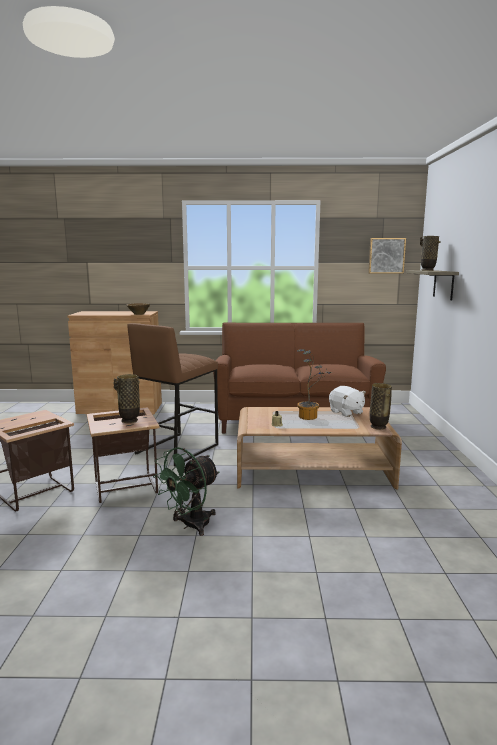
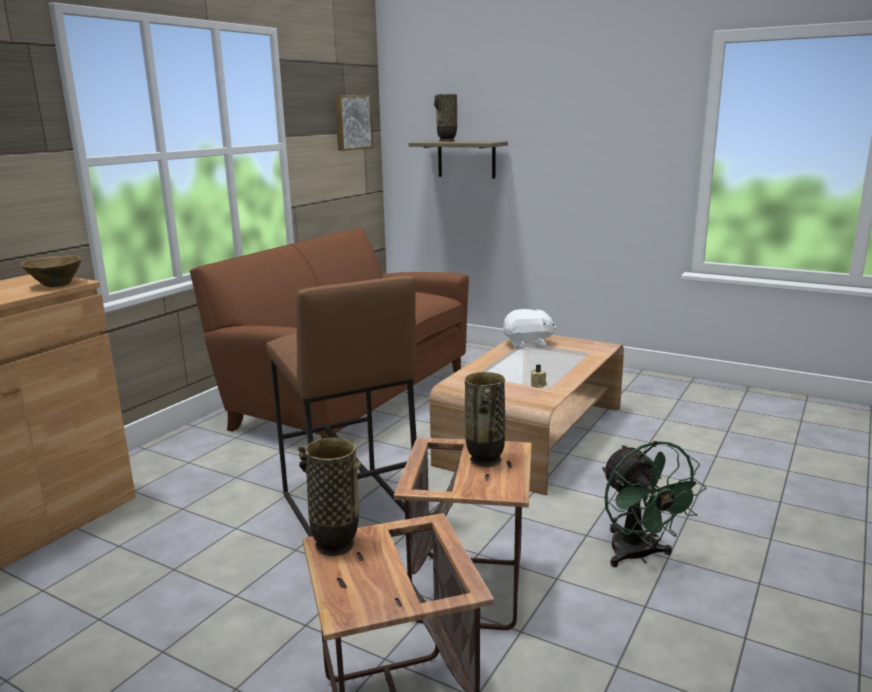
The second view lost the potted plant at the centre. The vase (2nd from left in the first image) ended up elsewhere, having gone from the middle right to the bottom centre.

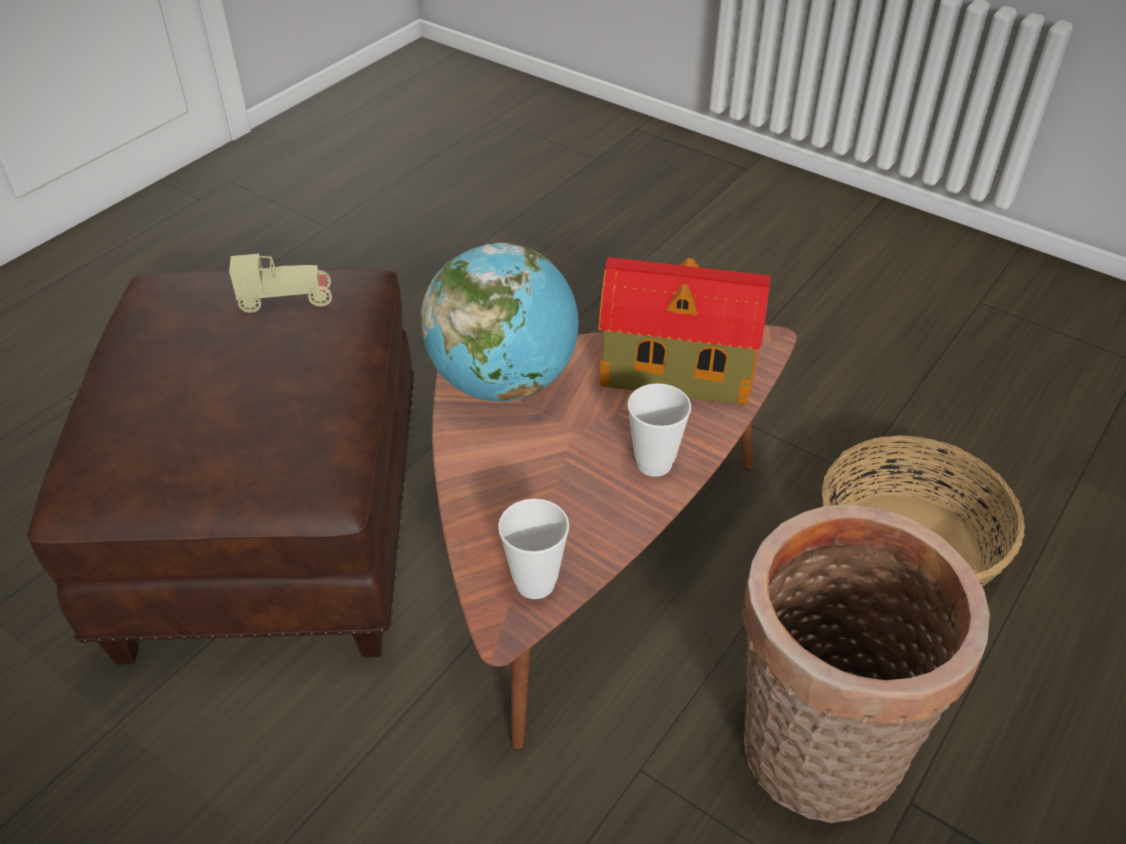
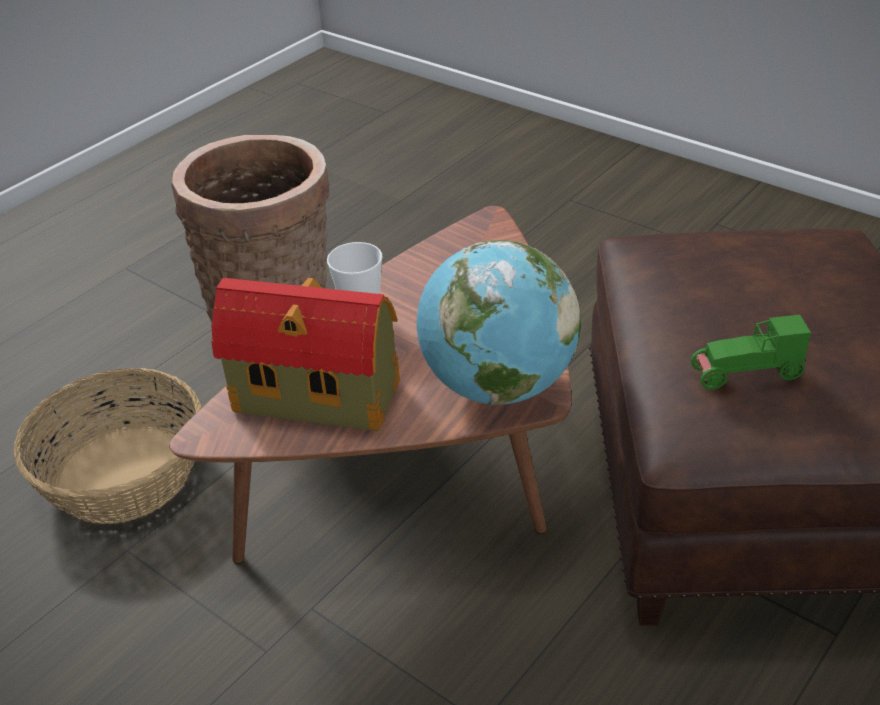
What was the toy car (beige) at the middle left turned into the toy car (green) at the middle right. The second view lost the cup (1st from left) at the centre.

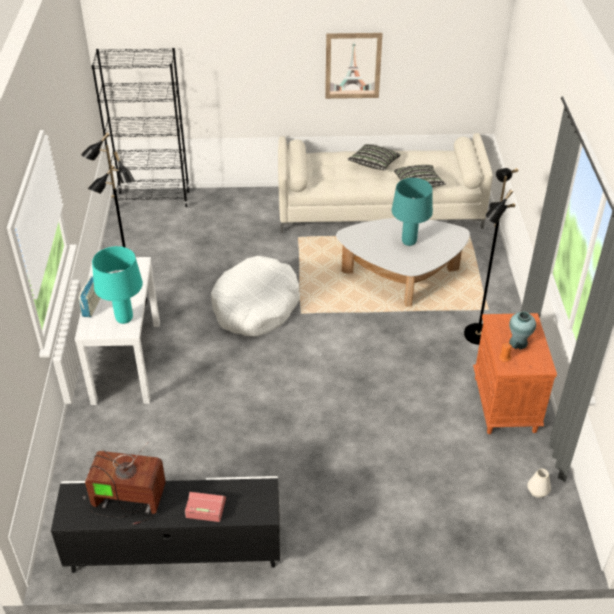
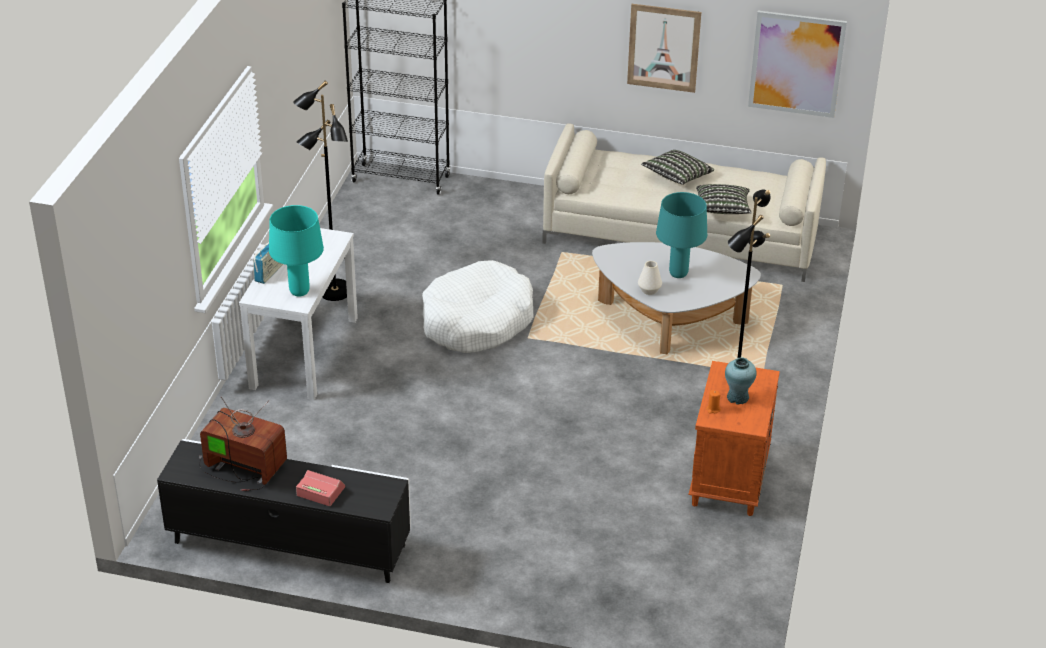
The vase (white) ended up elsewhere, having gone from the bottom right to the centre. The second view gained the picture (2nd from left) at the top right.

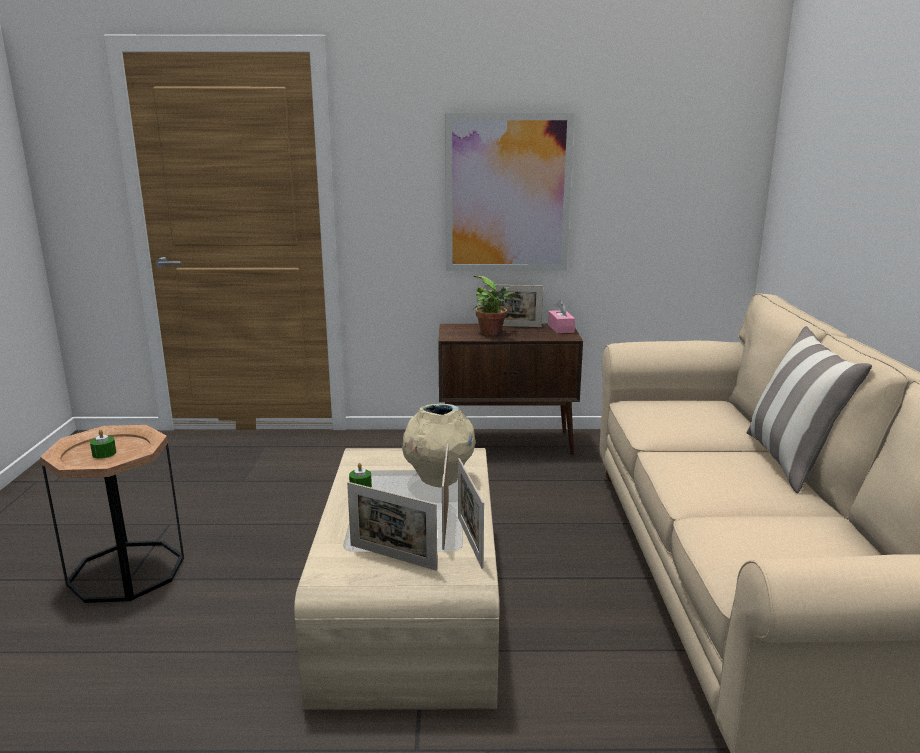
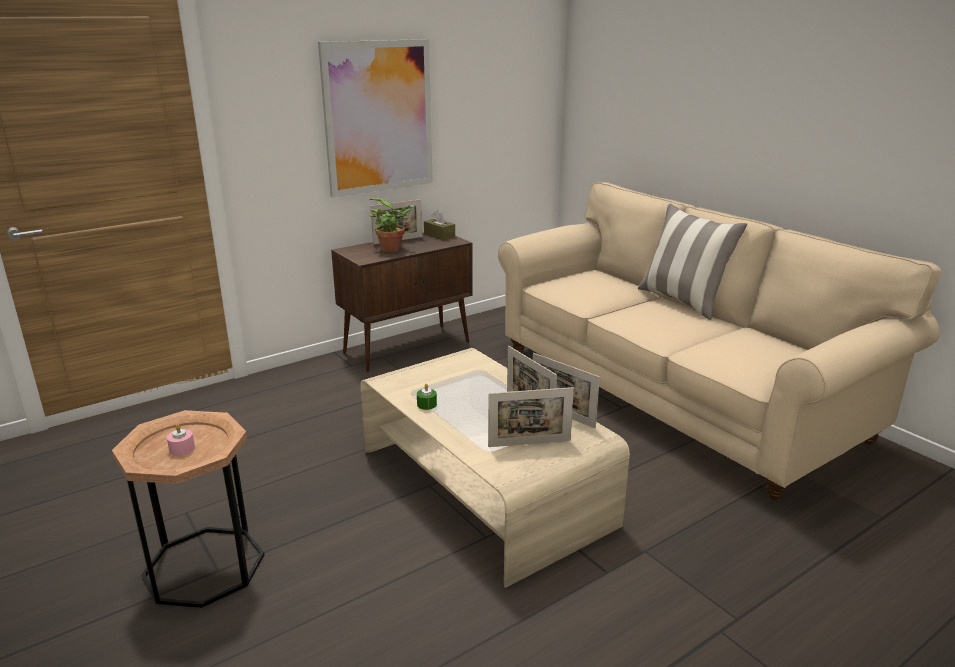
What was the tissue box (pink) at the centre turned into the tissue box (brown) at the centre. The second view lost the vase (beige) at the centre. What was the candle (green) (1st from left) at the middle left turned into the candle (pink) at the middle left.

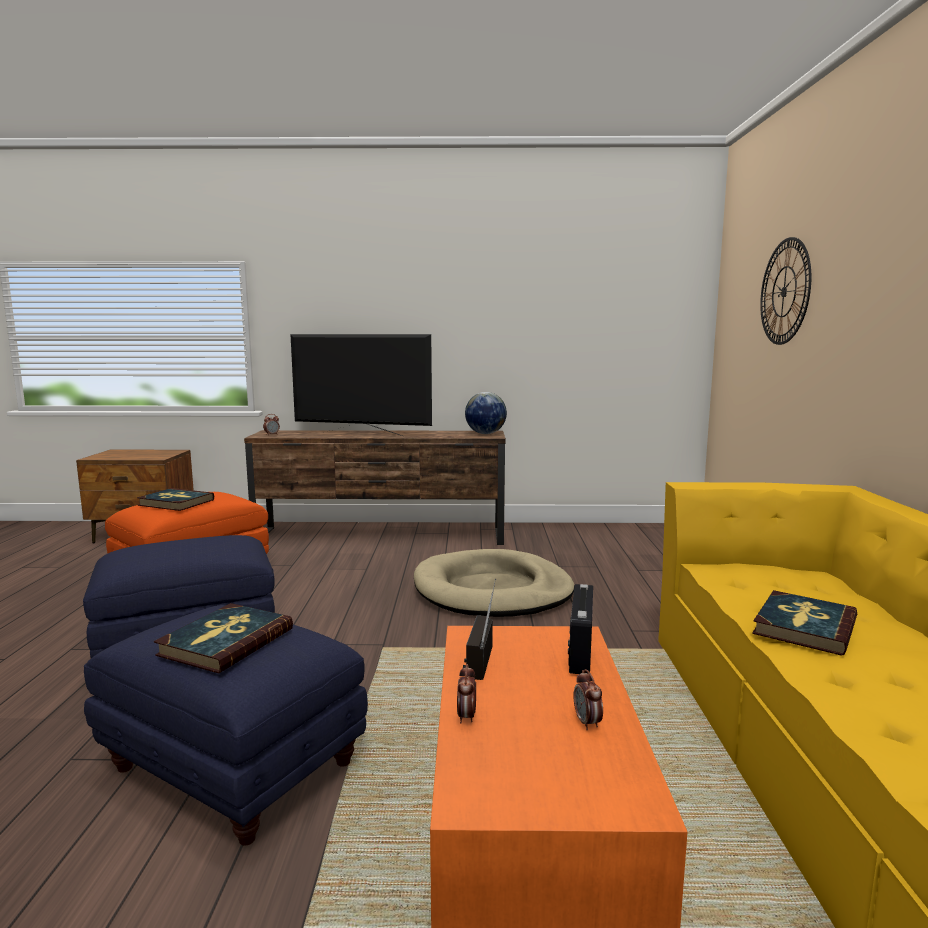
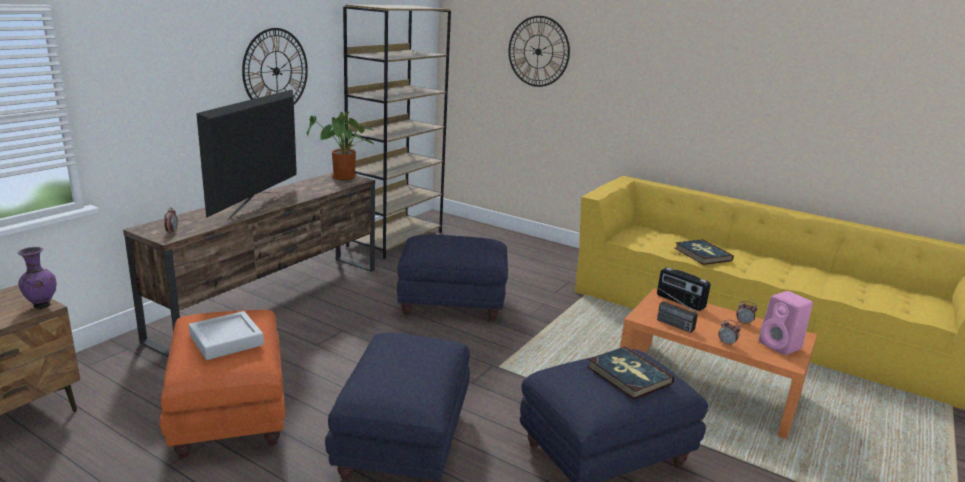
The television at the centre ended up facing another way, 150 degrees clockwise from before. Where the globe stood at the centre, the potted plant came to stand at the top centre. Where the book (1st from left) stood at the middle left, the tray (grey) came to stand at the bottom left. Where the dog bed (beige) stood at the centre, the ottoman (blue) (2nd from left) came to stand at the centre. The second view gained the bookcase (brown) at the top centre. The second view gained the wall clock (1st from left) at the top left. The second view gained the vase (purple) at the middle left. The second view gained the speaker (pink) at the bottom right.

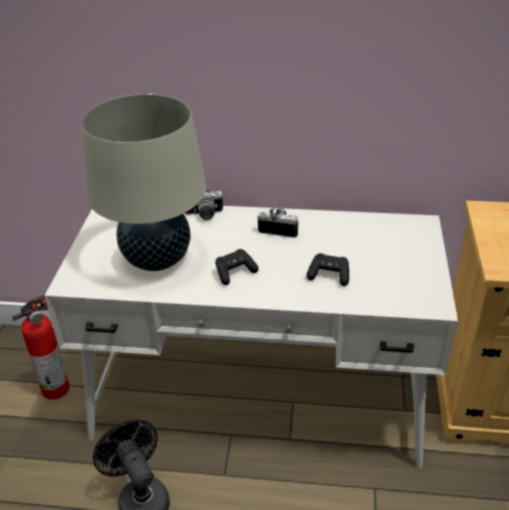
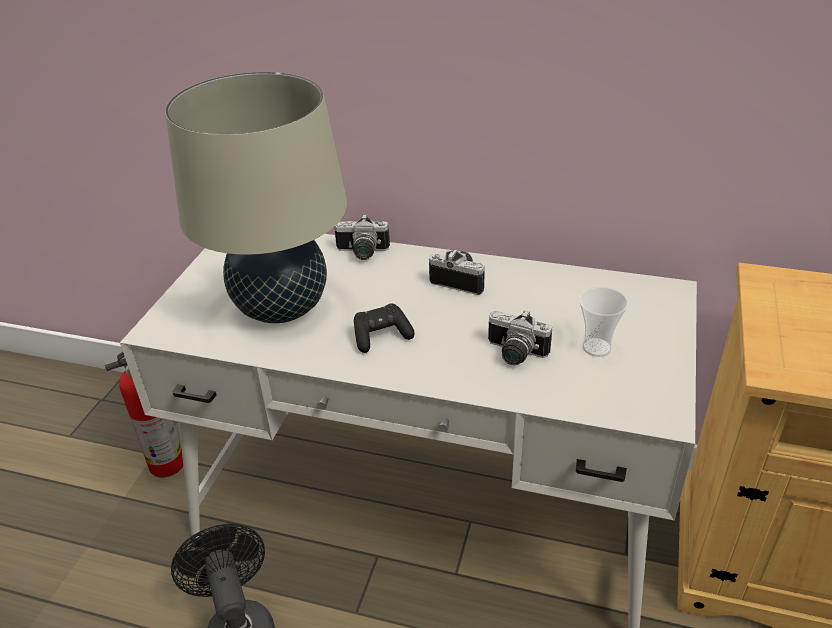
Where the game controller (black) (2nd from left) stood at the centre, the photo camera (3rd from left) came to stand at the centre. The second view gained the cup at the middle right.

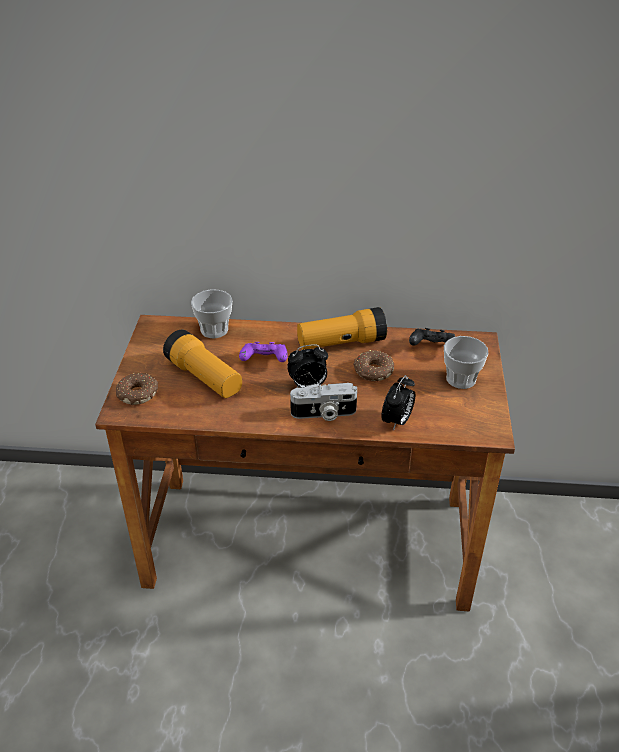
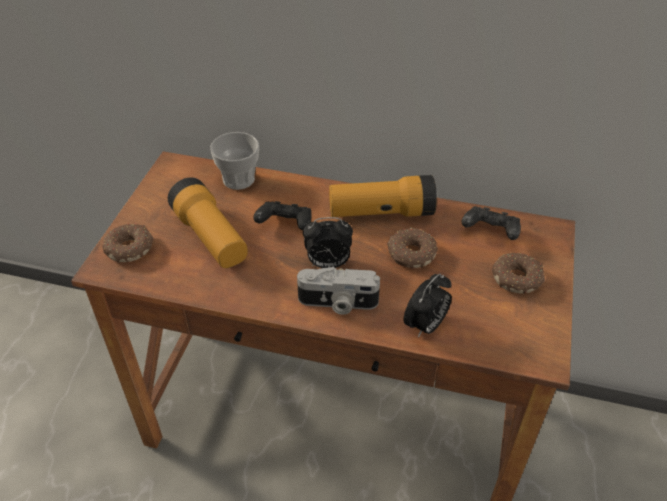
Where the cup (2nd from left) stood at the middle right, the donut (3rd from left) came to stand at the middle right. What was the game controller (purple) at the centre turned into the game controller (black) (1st from left) at the centre.

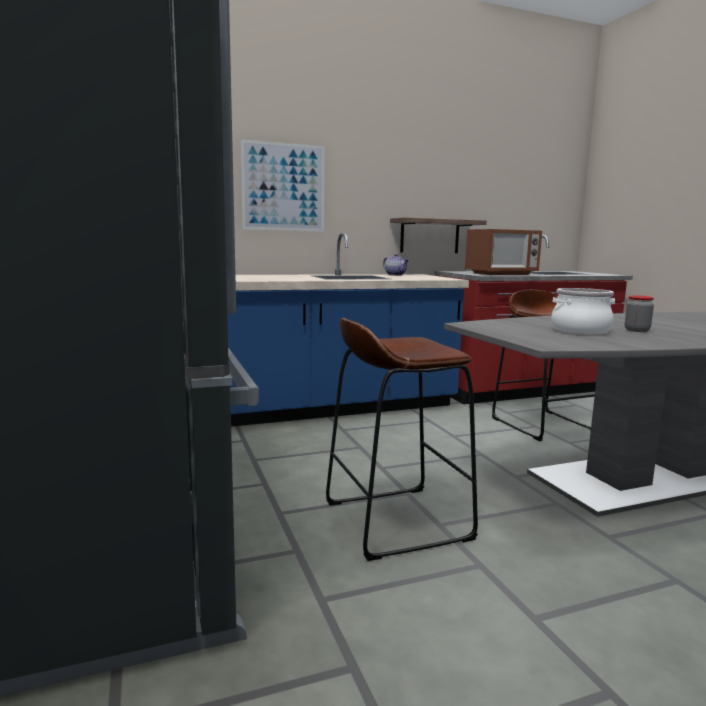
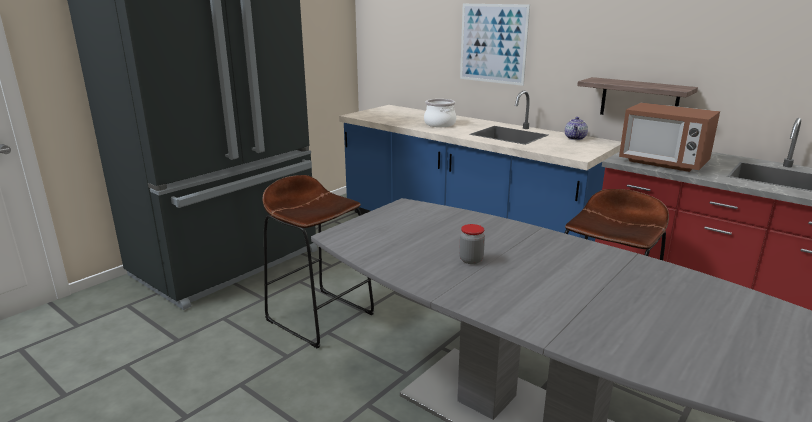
The cooking pot ended up elsewhere, having gone from the middle right to the top centre.

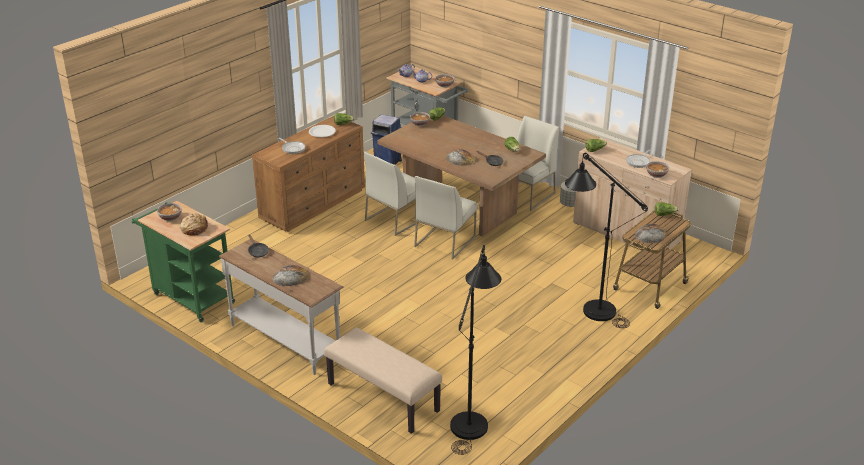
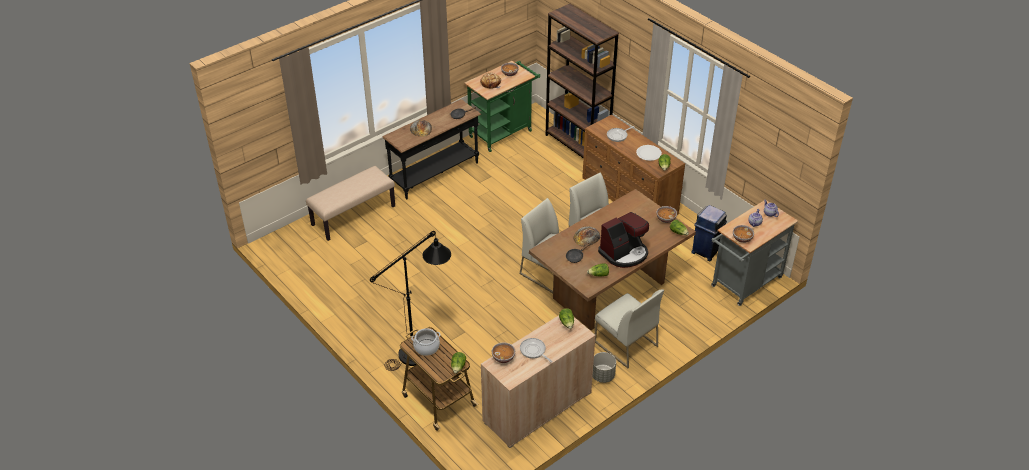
Where the bread (4th from left) stood at the middle right, the cooking pot came to stand at the bottom centre. What was the console table (white) at the middle left turned into the console table (black) at the top centre. The second view lost the floor lamp (black) (1st from left) at the bottom centre. The second view gained the bookcase (brown) at the top centre. The second view gained the coffee machine at the centre.

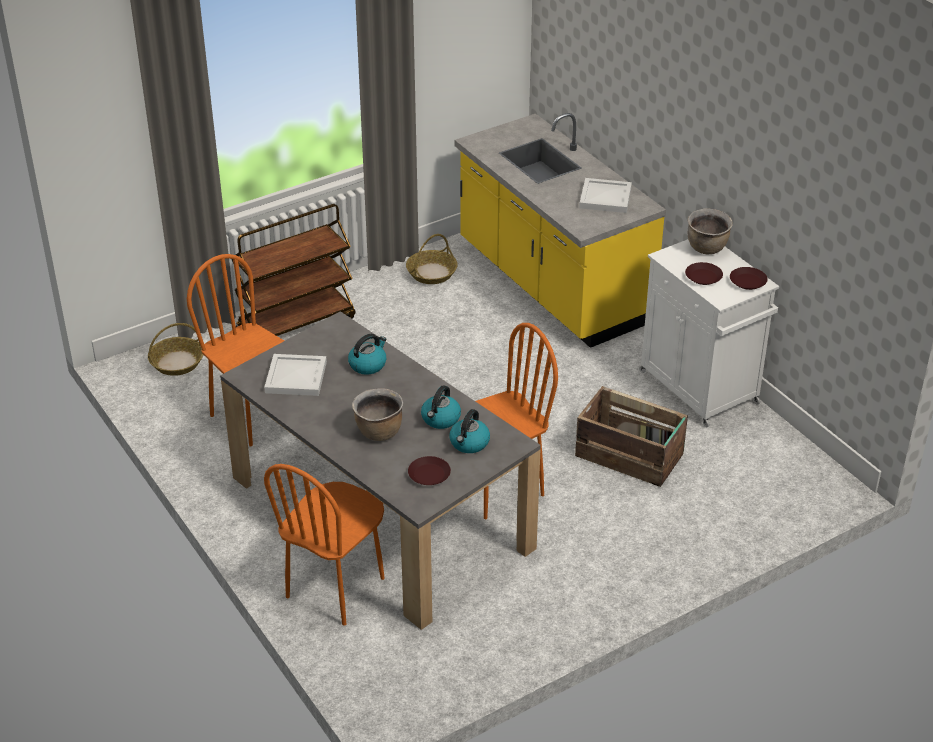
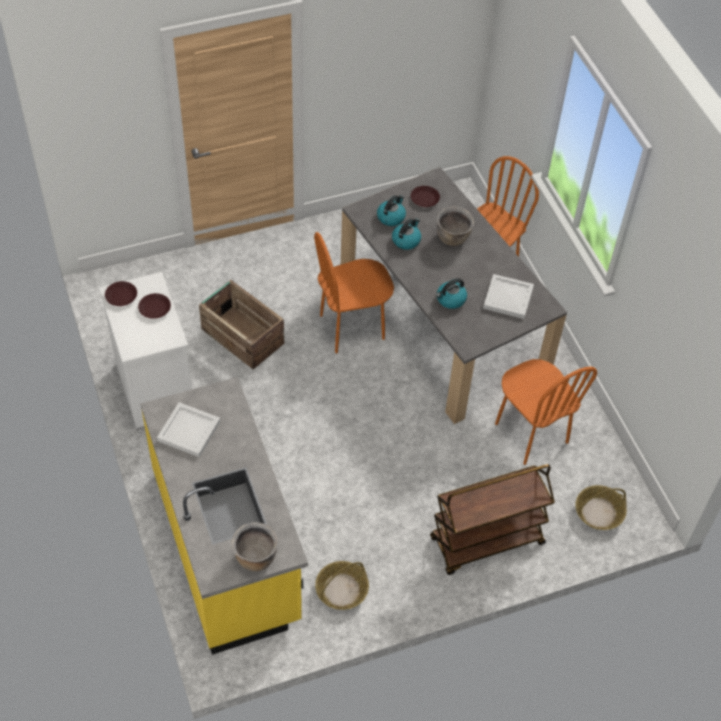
The cooking pot (brown) (2nd from left in the first image) ended up elsewhere, having gone from the top right to the bottom centre.

